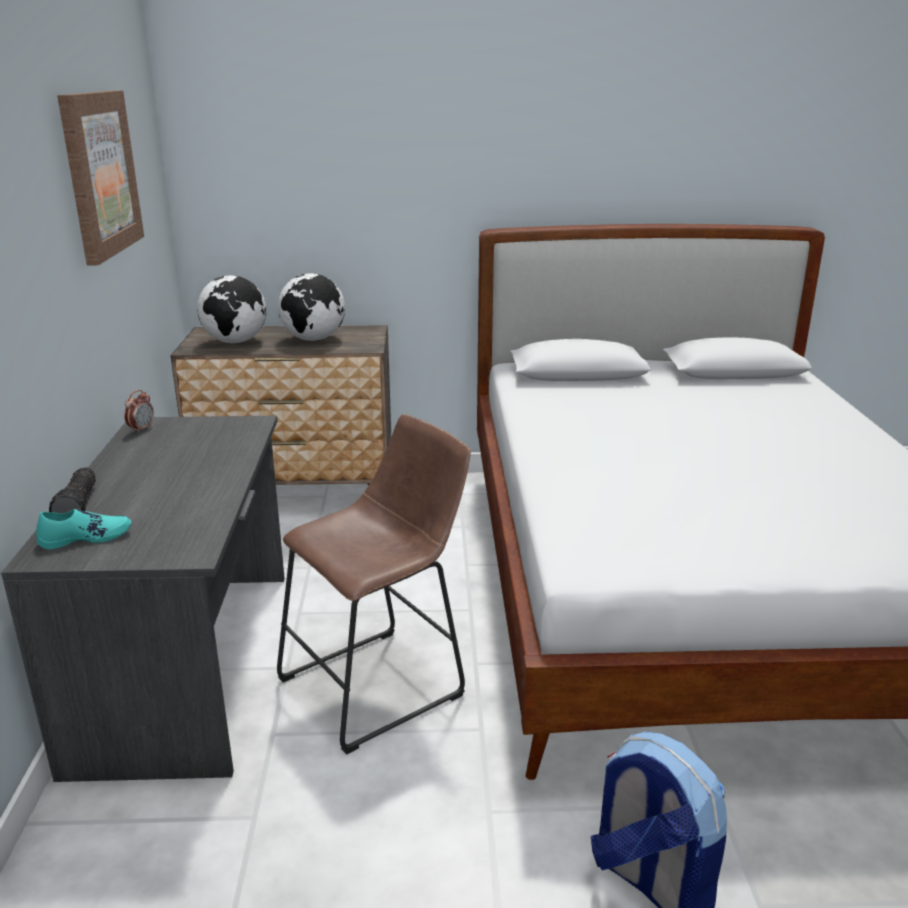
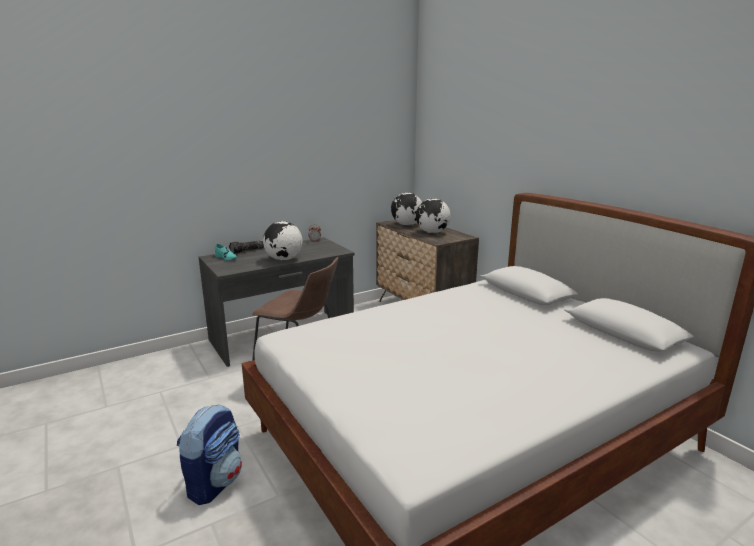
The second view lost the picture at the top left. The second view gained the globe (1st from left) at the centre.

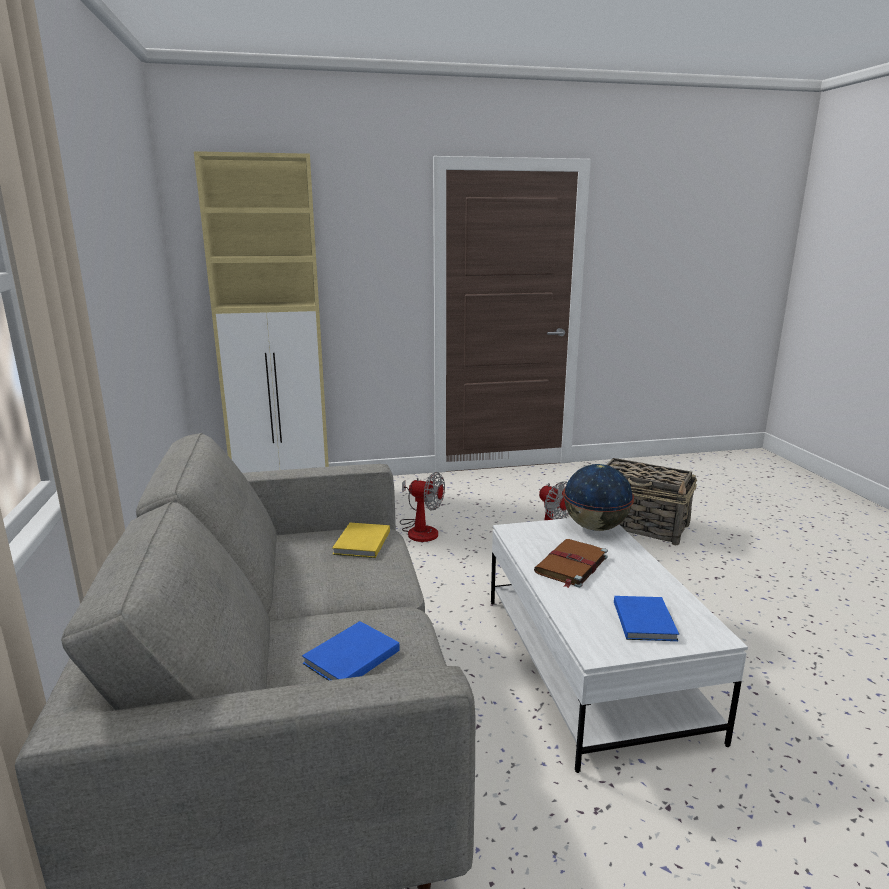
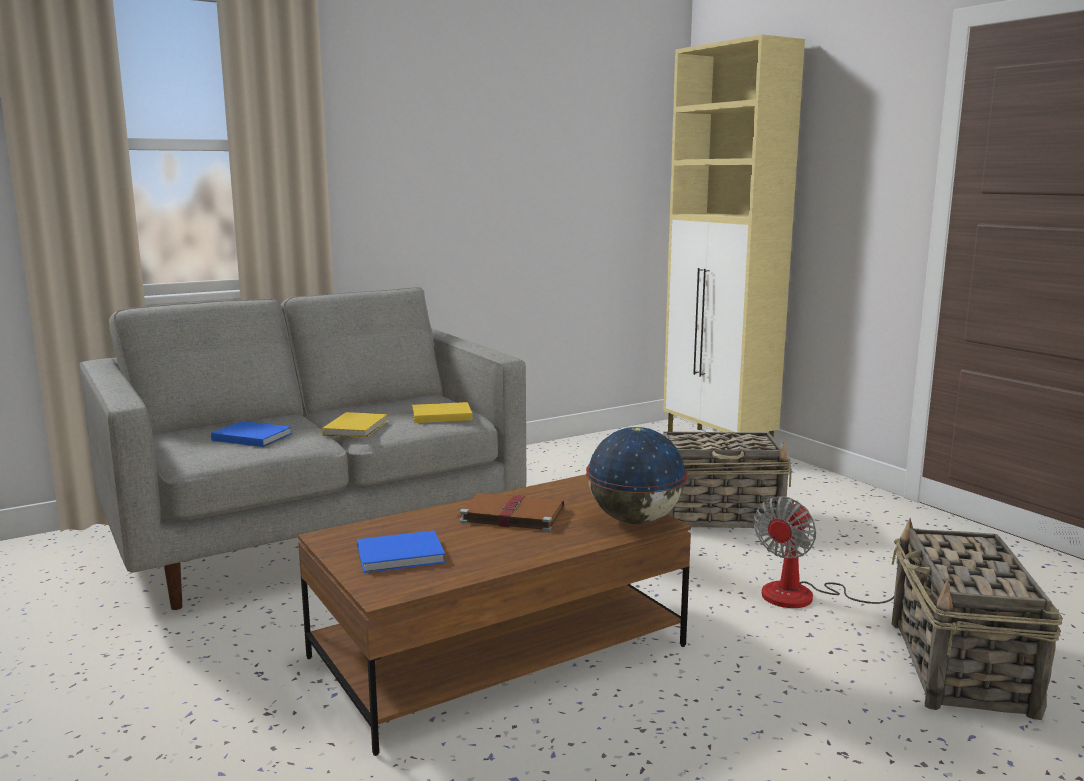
Where the fan (1st from left) stood at the centre, the basket (1st from left) came to stand at the middle right. What was the coffee table (white) at the bottom right turned into the coffee table (brown) at the bottom centre. The second view gained the book (yellow) (1st from left) at the middle left.

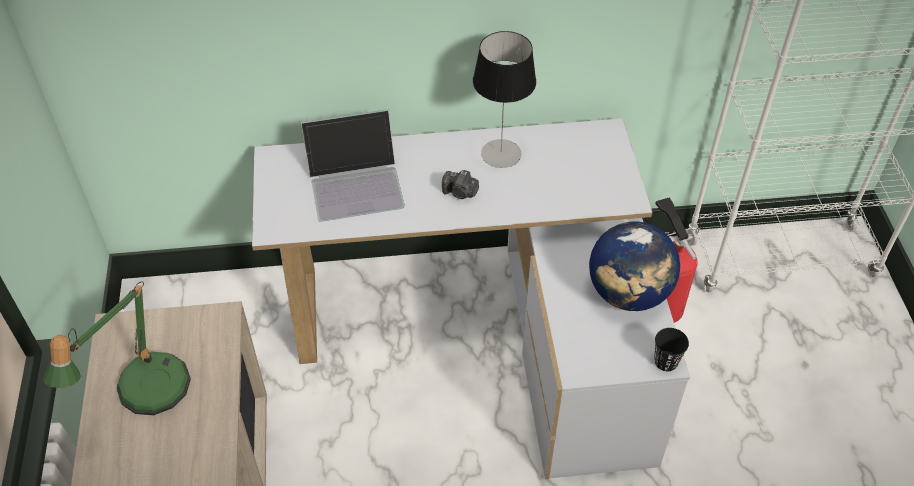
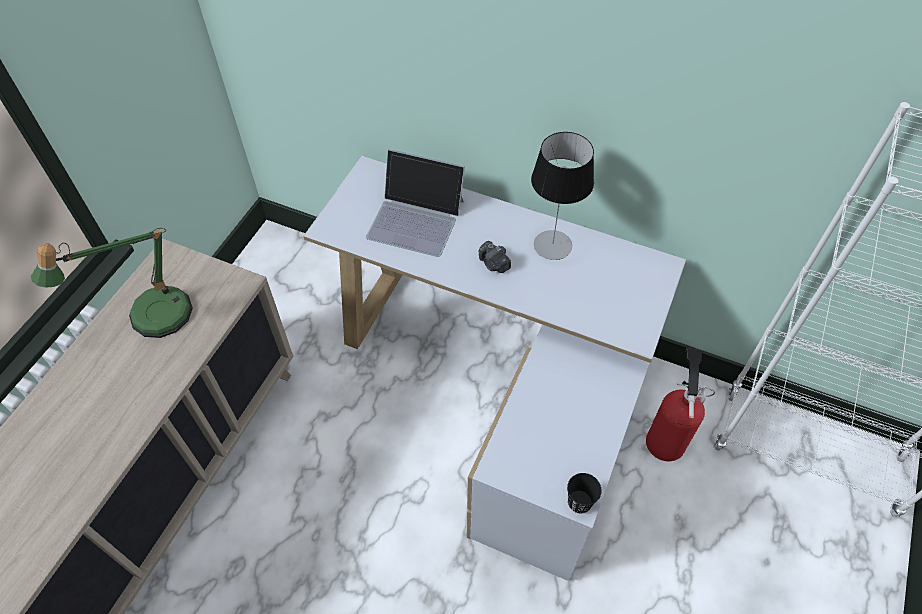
The second view lost the globe at the middle right.

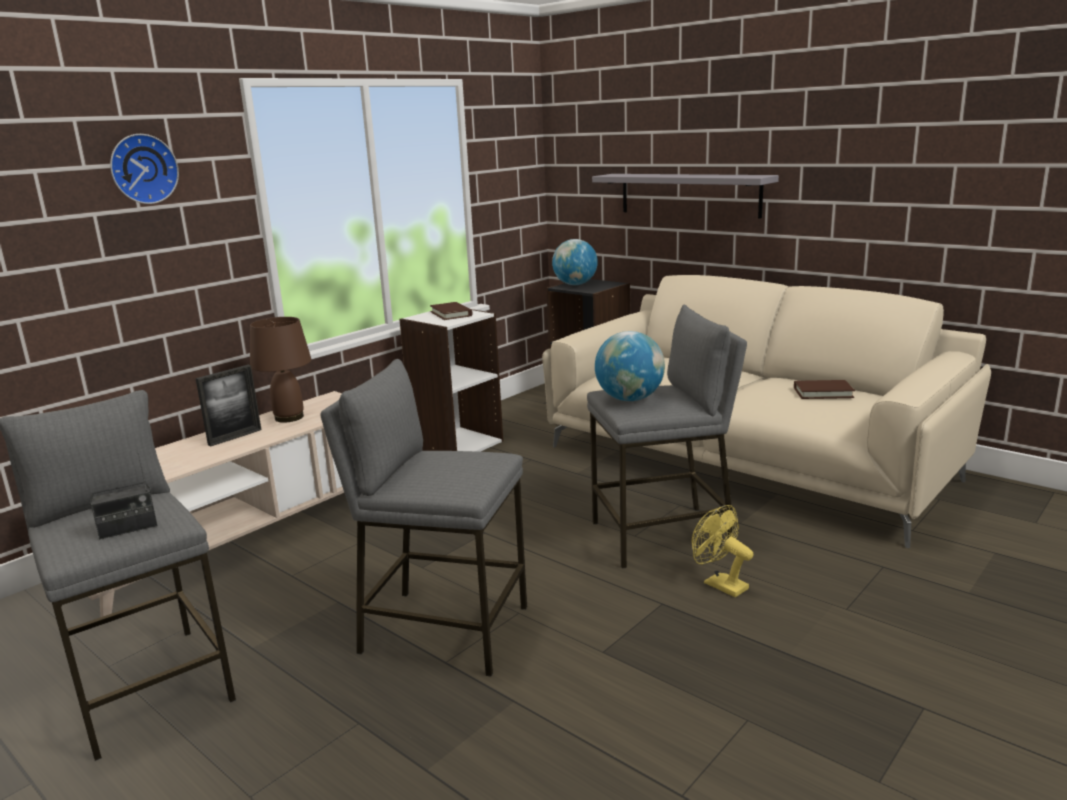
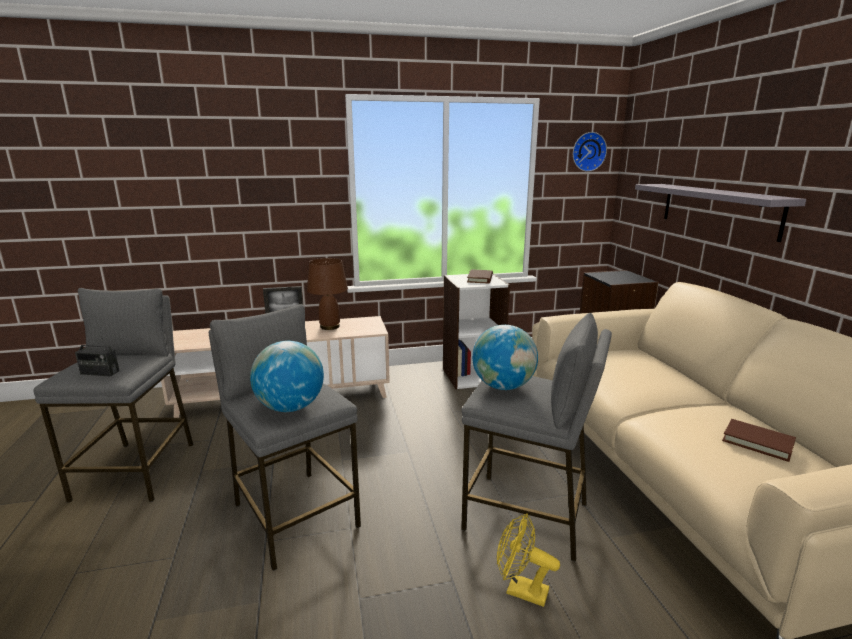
The wall clock ended up elsewhere, having gone from the top left to the top right. The globe (1st from left) ended up elsewhere, having gone from the top centre to the centre. The fan (yellow) at the bottom right ended up facing another way, 60 degrees counterclockwise from before.

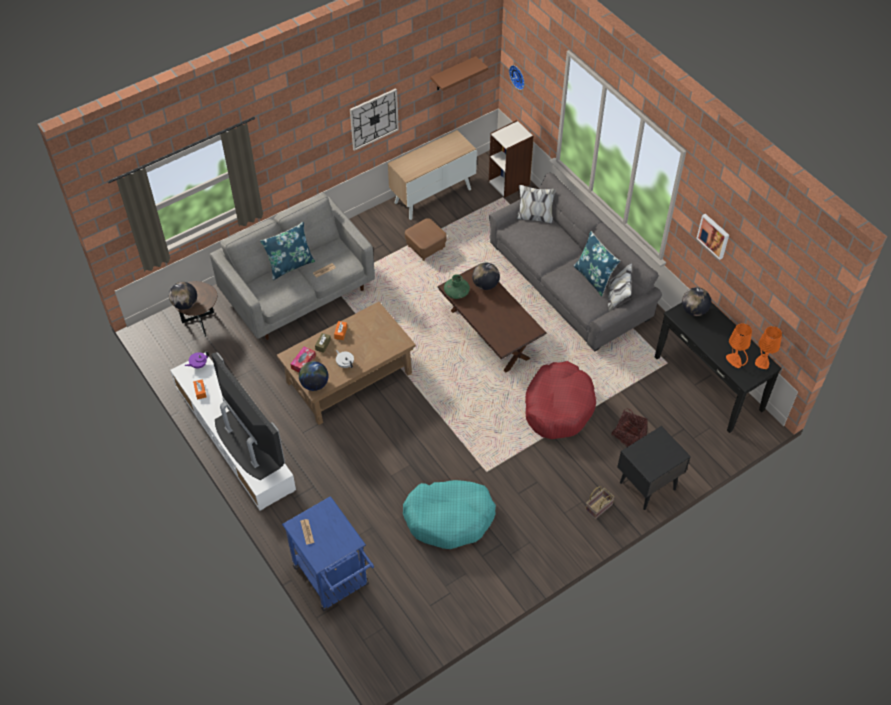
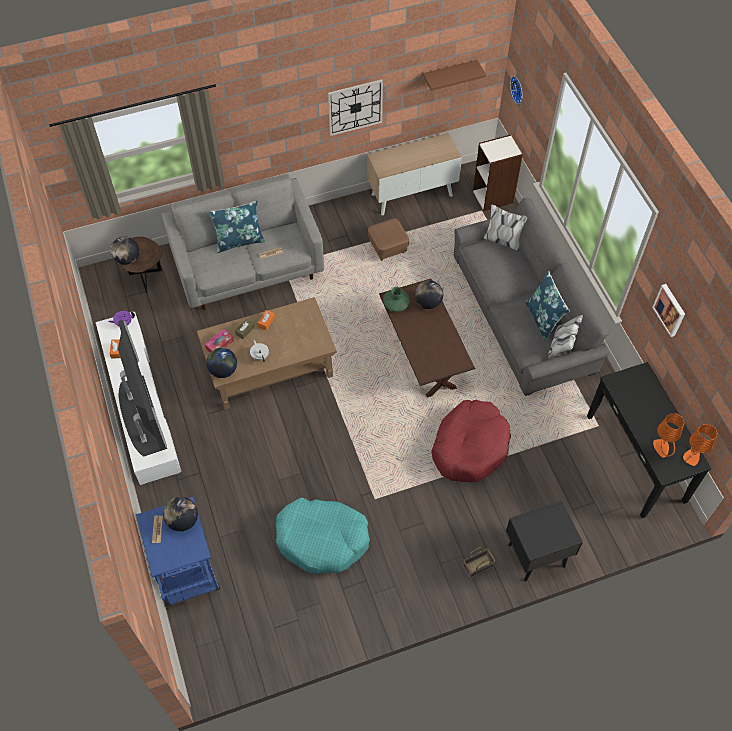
The globe (4th from left in the first image) ended up elsewhere, having gone from the middle right to the bottom left. The second view lost the basket (2nd from left) at the middle right.

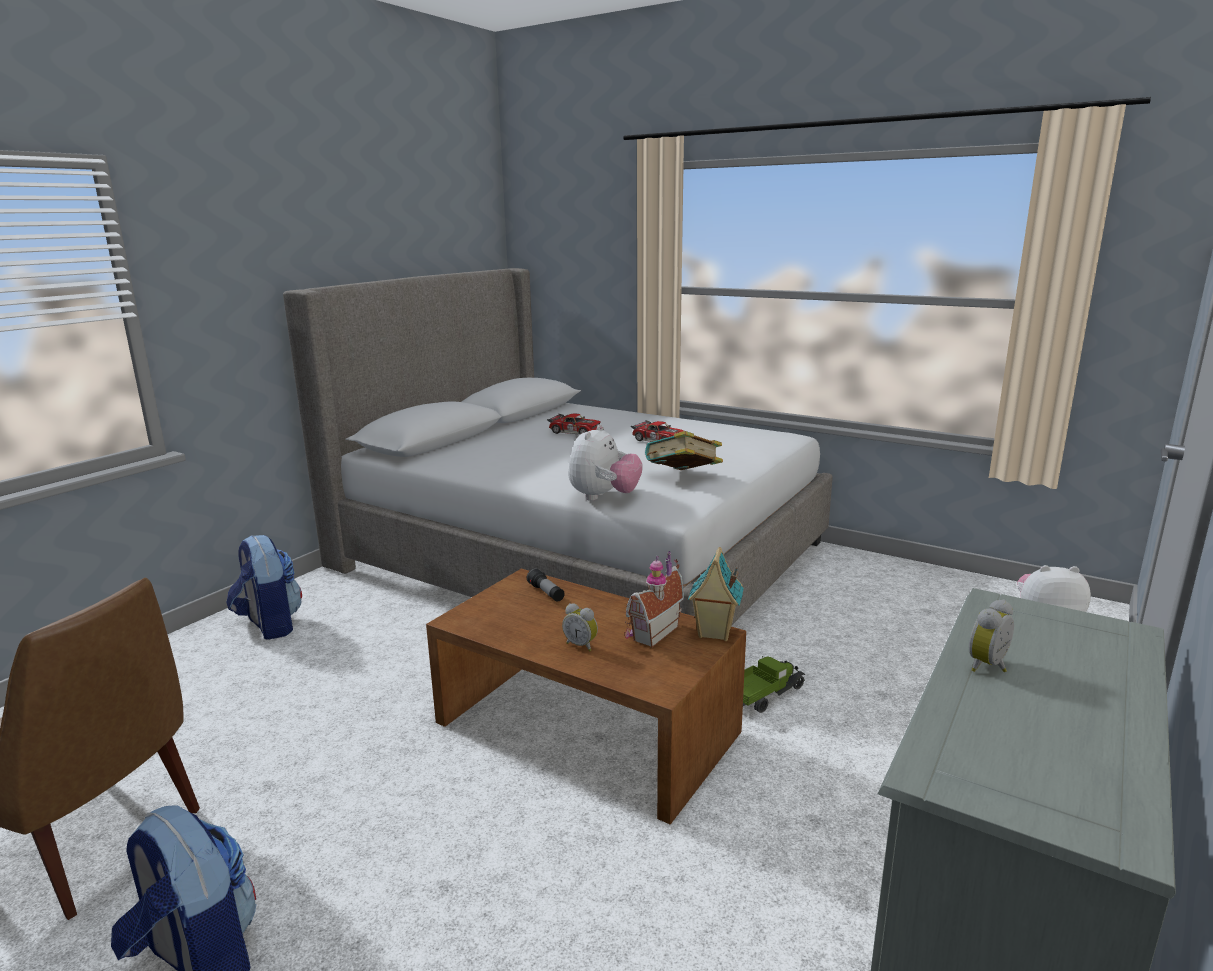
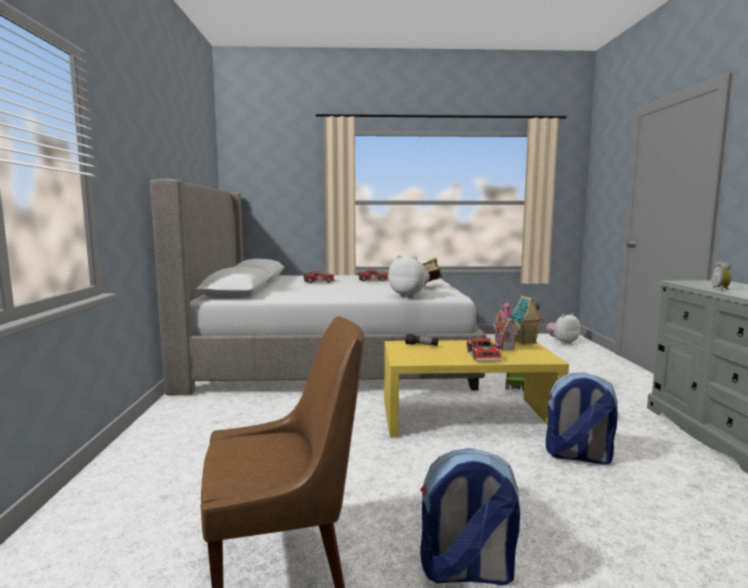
The plush toy (1st from left) at the centre ended up facing another way, 45 degrees counterclockwise from before. The backpack (2nd from left) ended up elsewhere, having gone from the middle left to the bottom right. What was the coffee table (brown) at the bottom centre turned into the coffee table (yellow) at the centre. Where the alarm clock (1st from left) stood at the centre, the toy car (3rd from left) came to stand at the centre.

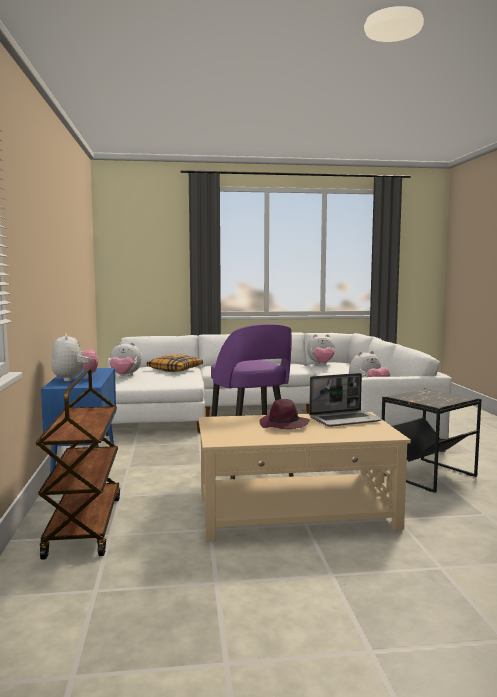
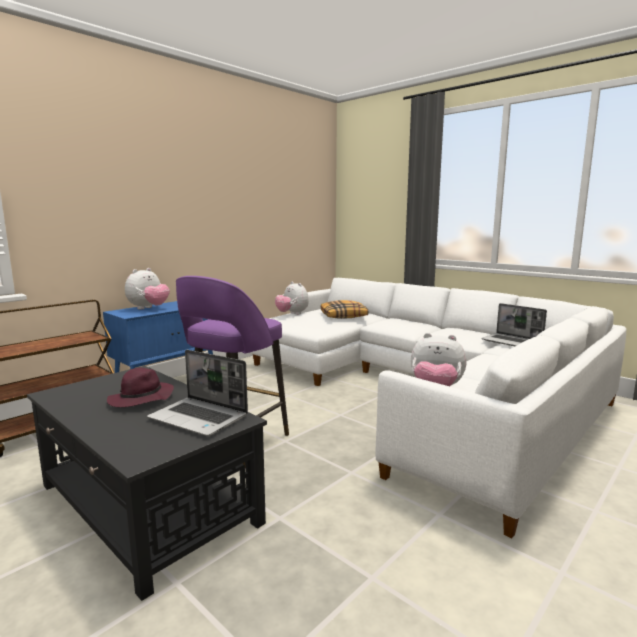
Where the plush toy (3rd from left) stood at the centre, the laptop (2nd from left) came to stand at the middle right. The second view lost the side table (black) at the middle right. What was the coffee table (beige) at the bottom centre turned into the coffee table (black) at the bottom left.

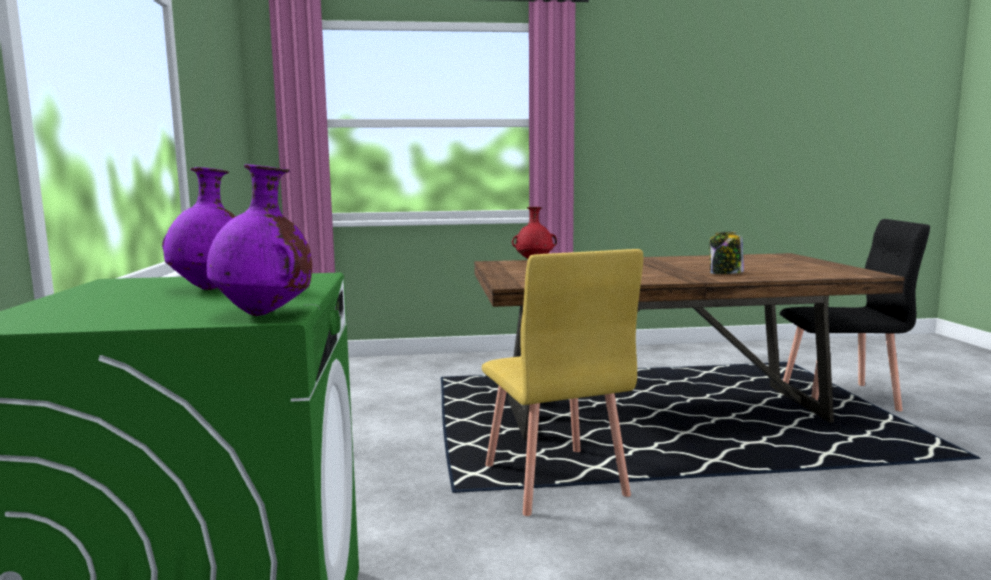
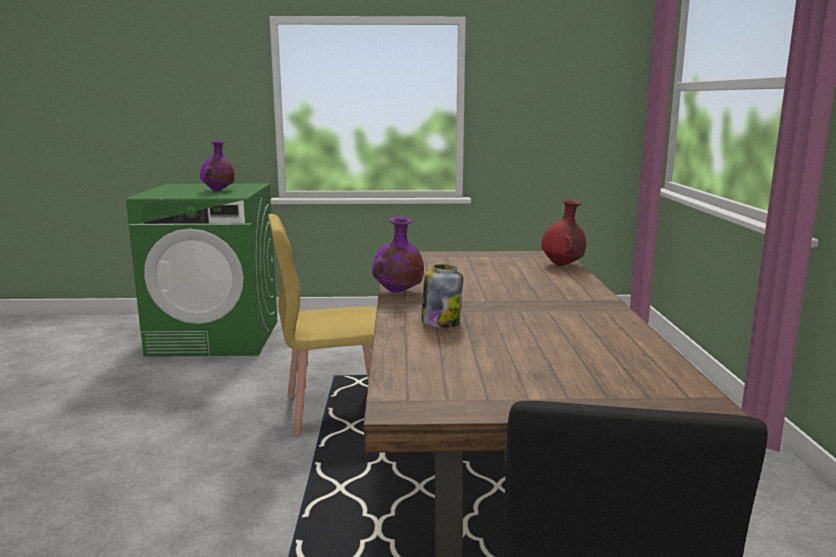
The vase (purple) (2nd from left) ended up elsewhere, having gone from the middle left to the centre.

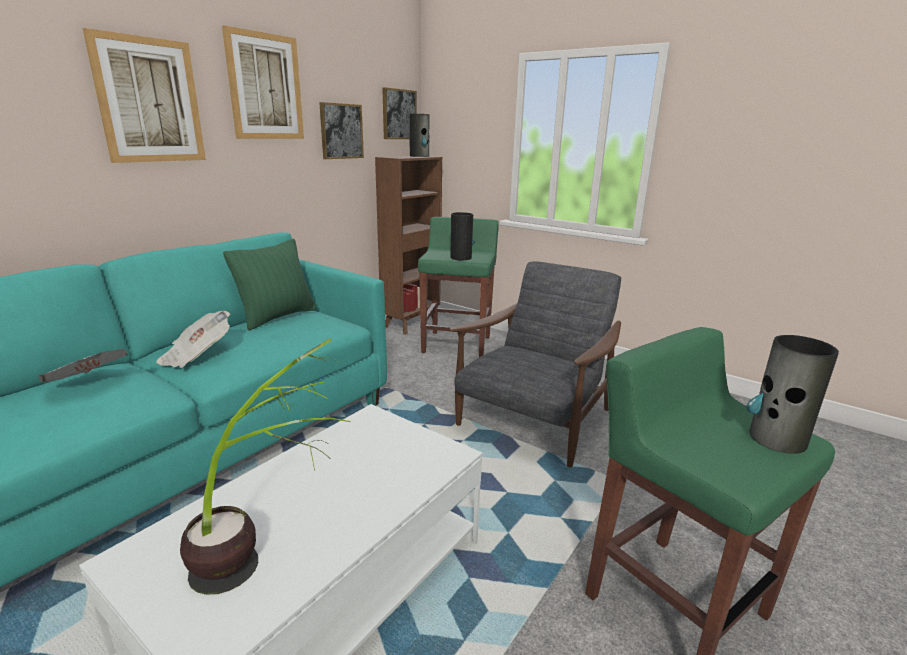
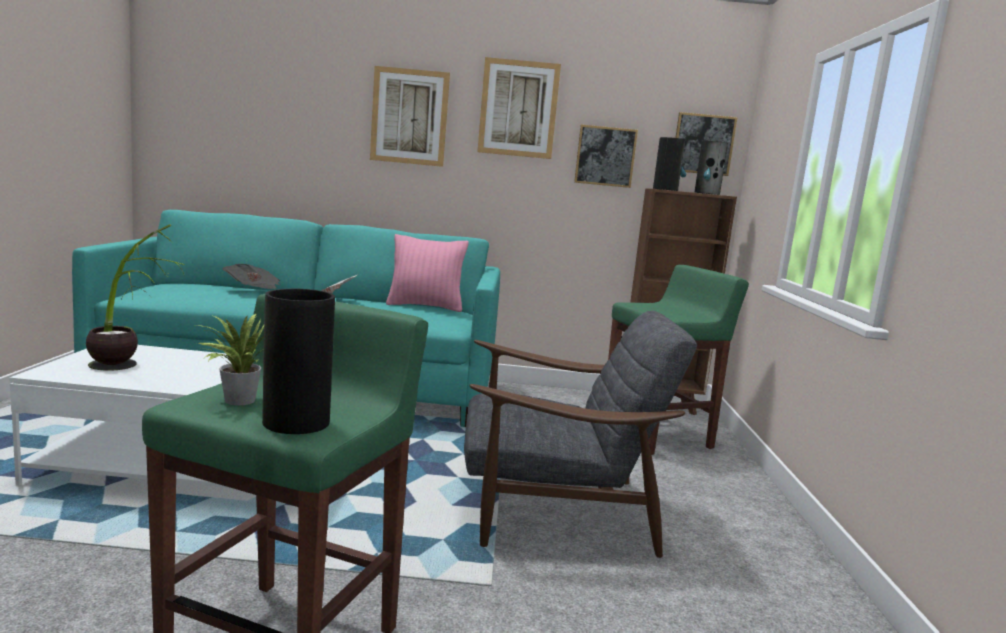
The vase (2nd from left) ended up elsewhere, having gone from the centre to the top centre. What was the pillow (green) at the middle left turned into the pillow (pink) at the centre. The second view gained the potted plant (2nd from left) at the middle left.

